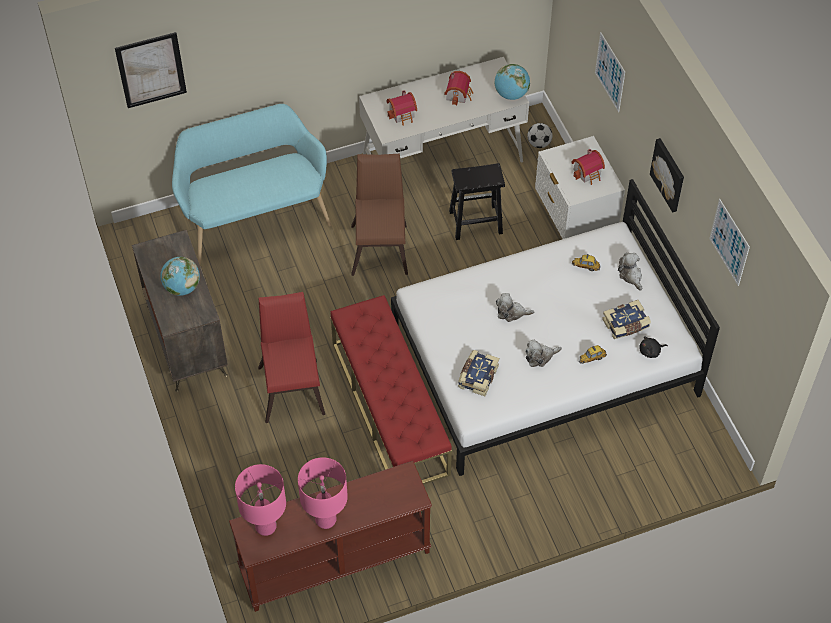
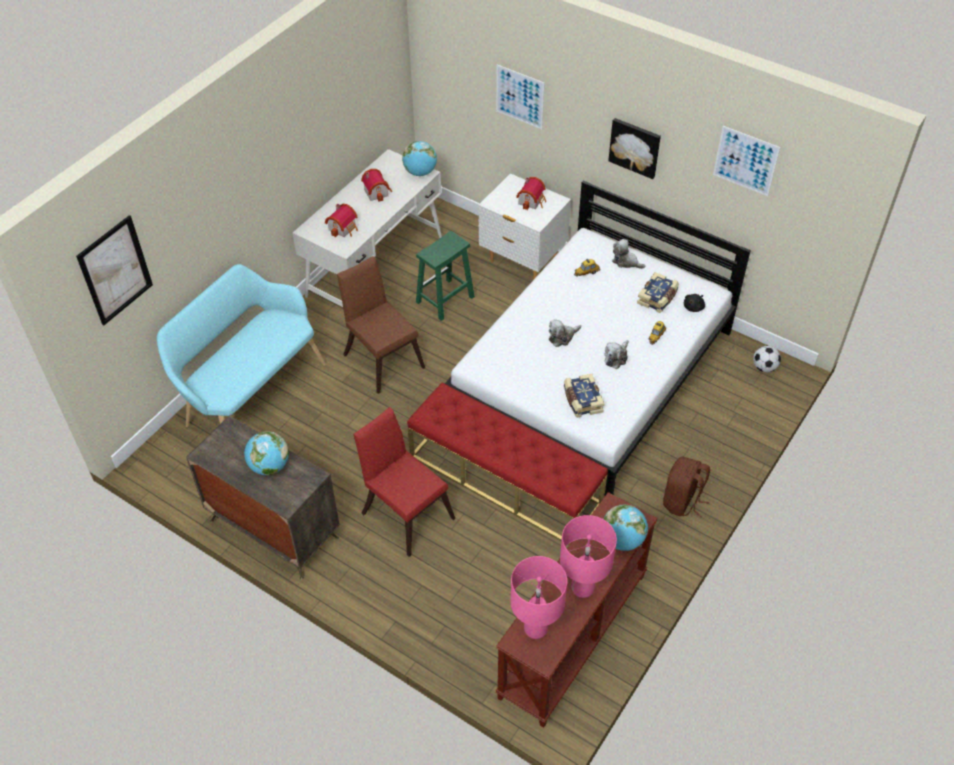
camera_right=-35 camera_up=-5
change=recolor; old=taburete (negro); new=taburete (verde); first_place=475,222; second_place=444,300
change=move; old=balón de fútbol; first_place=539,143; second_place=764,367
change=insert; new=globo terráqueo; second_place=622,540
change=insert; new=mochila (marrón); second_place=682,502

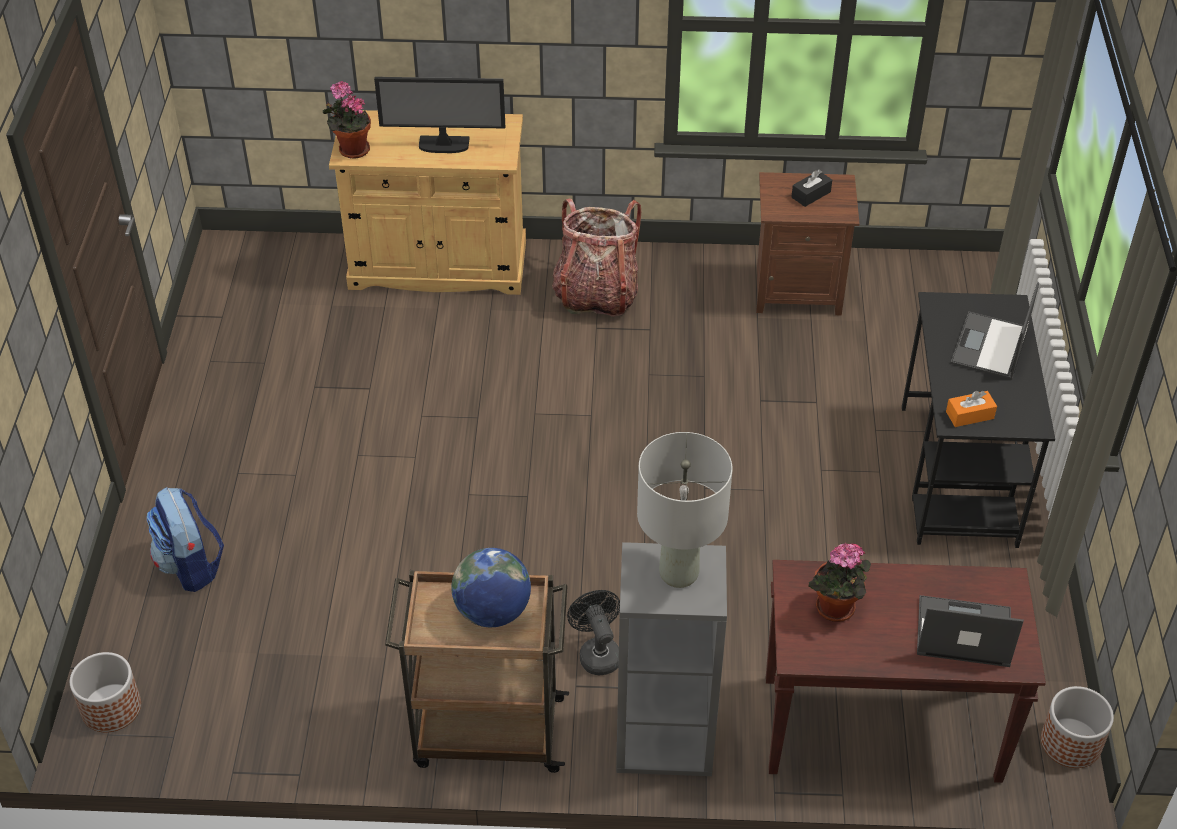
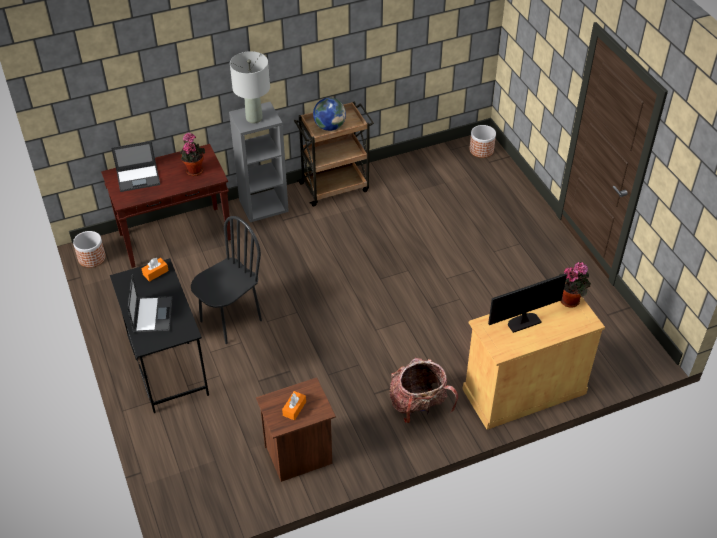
camera_right=155 camera_up=0
change=delete; old=mochila; first_place=191,566
change=delete; old=ventilador (negro); first_place=597,653
change=recolor; old=caja de pañuelos (negro); new=caja de pañuelos (naranja); first_place=811,194; second_place=294,408
change=insert; new=silla (negro); second_place=230,320

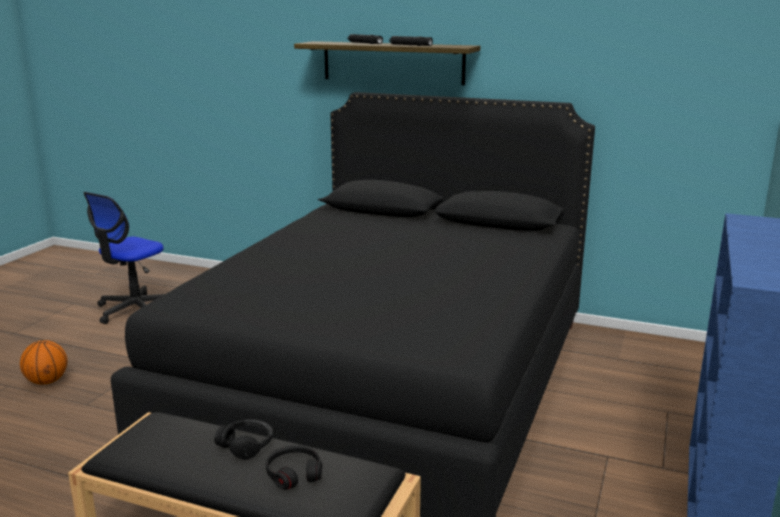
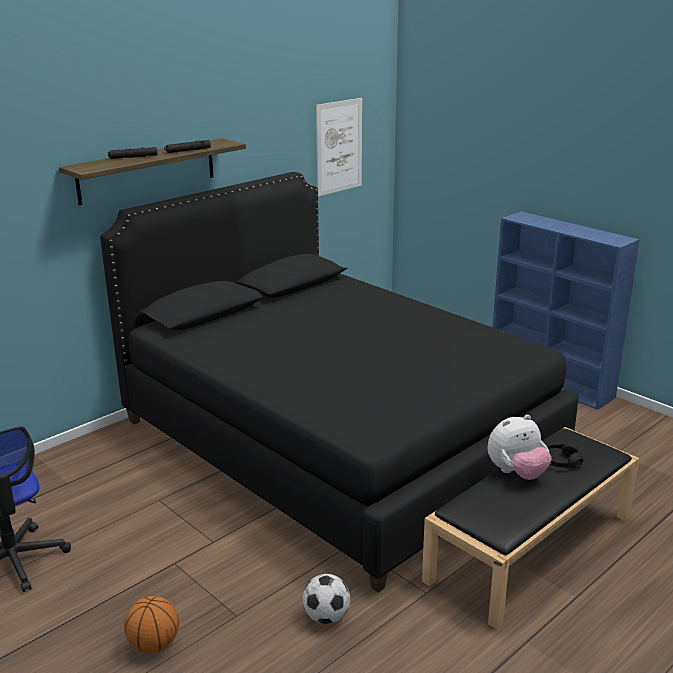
camera_right=-65 camera_up=5
change=replace; old=auriculares (negro); new=peluche; first_place=246,445; second_place=516,473
change=insert; new=balón de fútbol; second_place=326,617
change=insert; new=cuadro; second_place=339,146

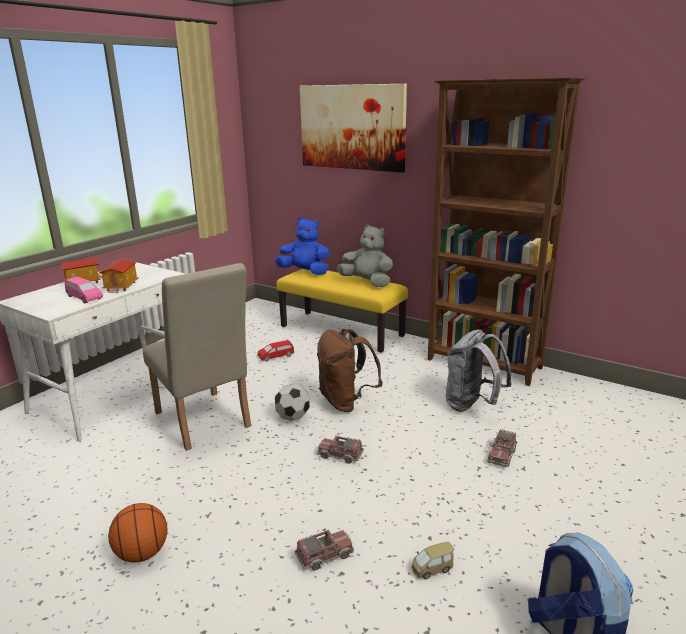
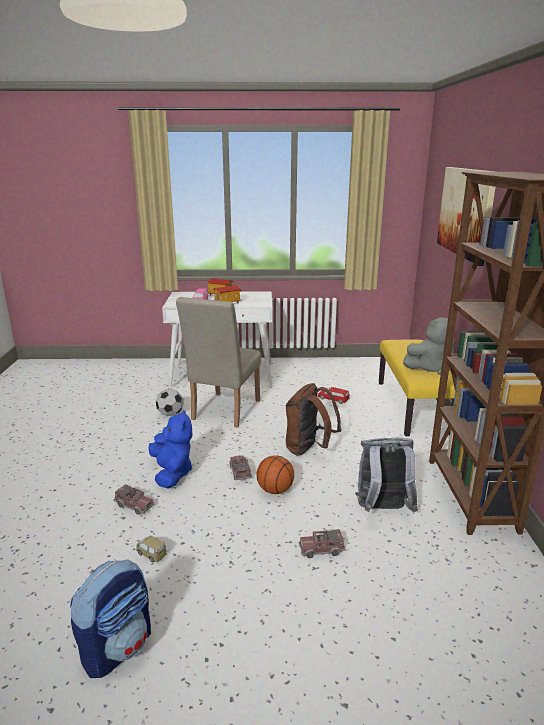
camera_right=55 camera_up=0
change=move; old=balón de baloncesto; first_place=142,553; second_place=275,490
change=move; old=peluche (azul); first_place=305,272; second_place=172,473
change=move; old=balón de fútbol; first_place=292,417; second_place=170,414
change=rotate; old=peluche (gris); first_place=367,282; second_place=429,368; degrees=75

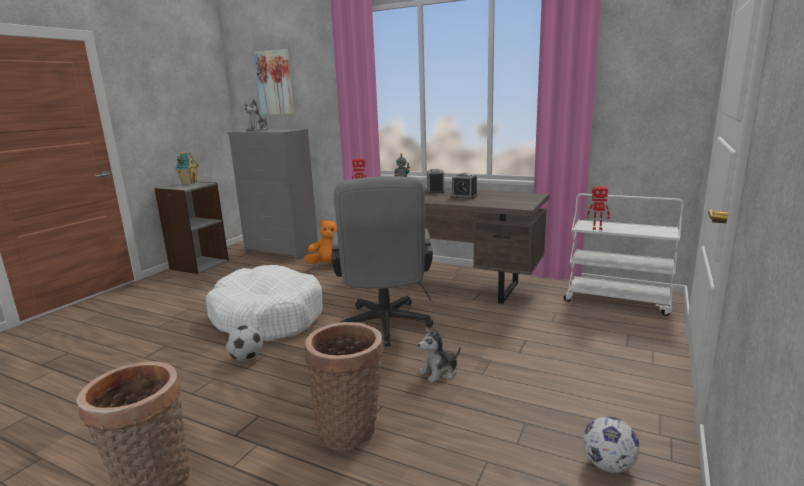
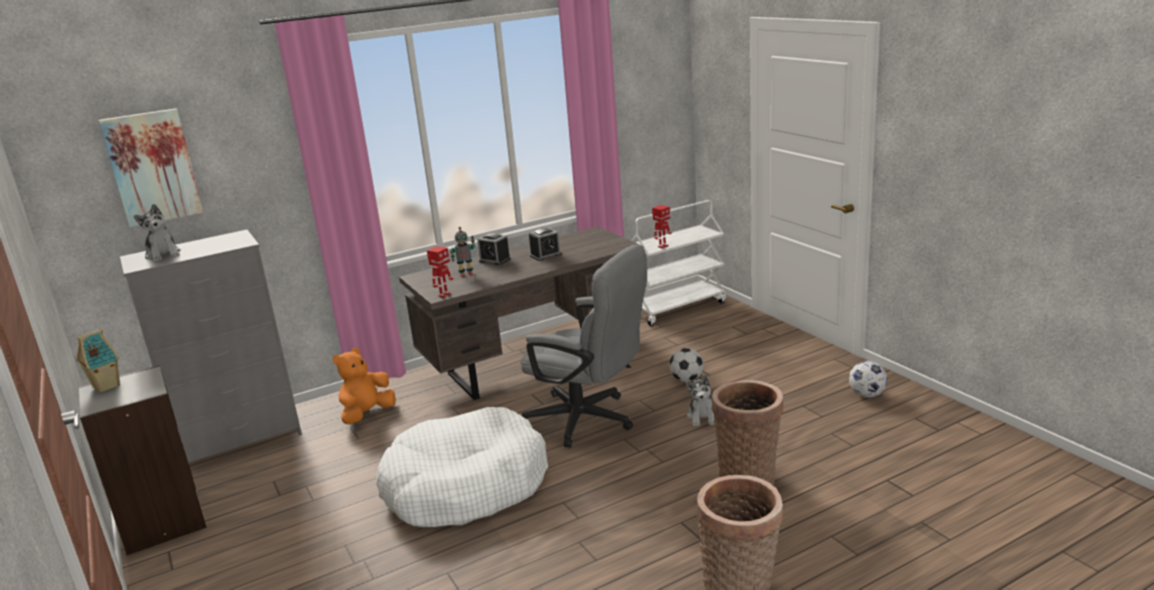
camera_right=-55 camera_up=5
change=move; old=balón de fútbol; first_place=246,358; second_place=686,379

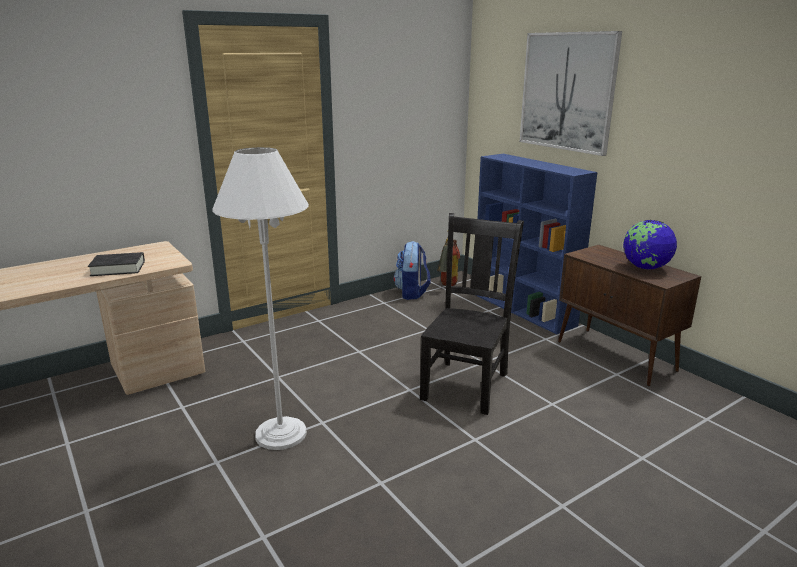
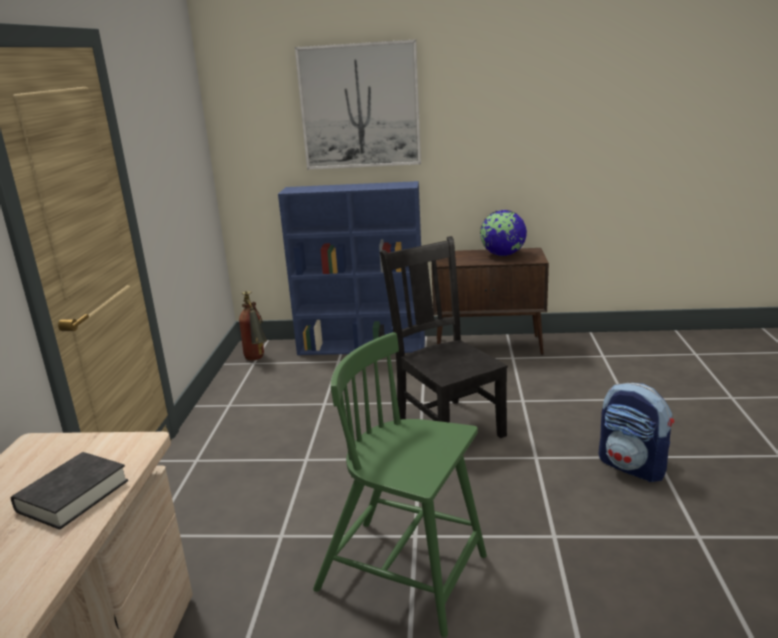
camera_right=-50 camera_up=0
change=replace; old=lámpara de pie (blanco); new=silla (verde); first_place=281,434; second_place=405,574
change=move; old=mochila; first_place=412,293; second_place=633,466

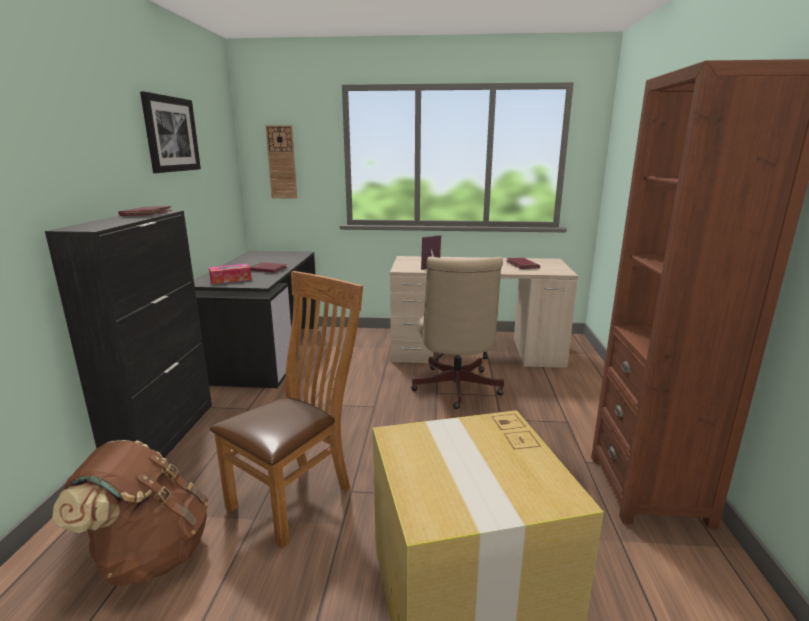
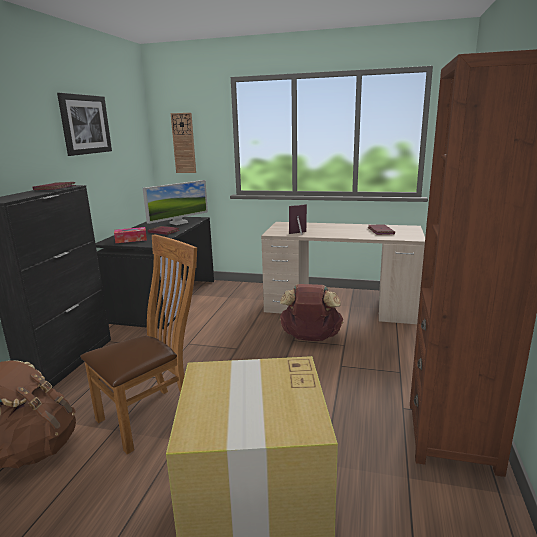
camera_right=10 camera_up=0
change=replace; old=silla de oficina (beis); new=mochila (marrón); first_place=455,389; second_place=310,338
change=insert; new=monitor; second_place=178,223

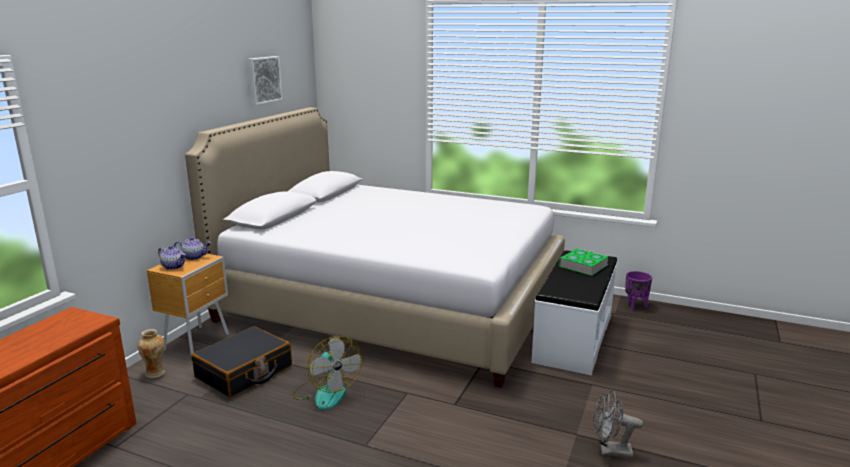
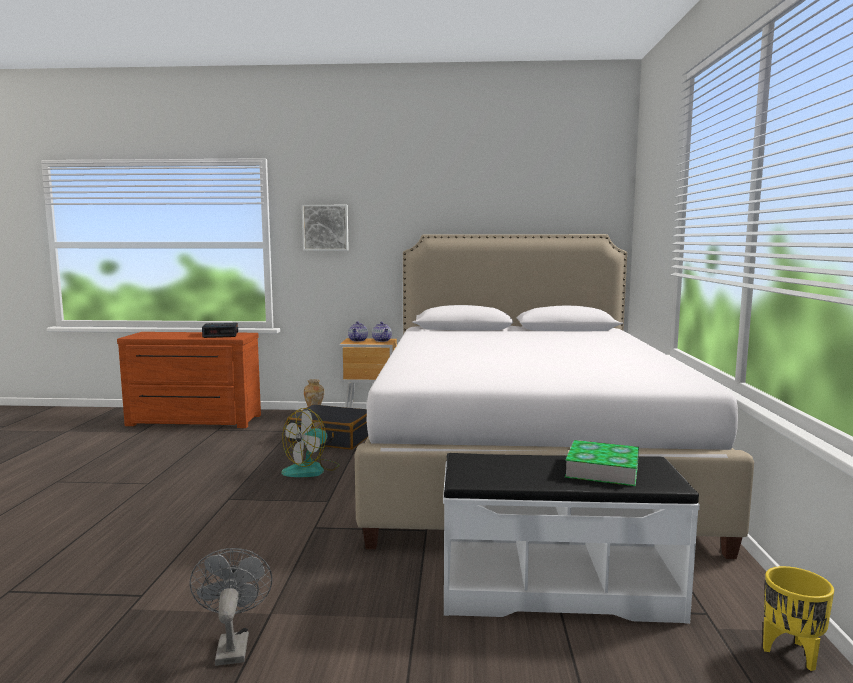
camera_right=70 camera_up=-10
change=move; old=cuadro; first_place=263,80; second_place=325,227
change=recolor; old=maceta (morado); new=maceta (amarillo); first_place=635,306; second_place=790,653
change=insert; new=despertador; second_place=221,335

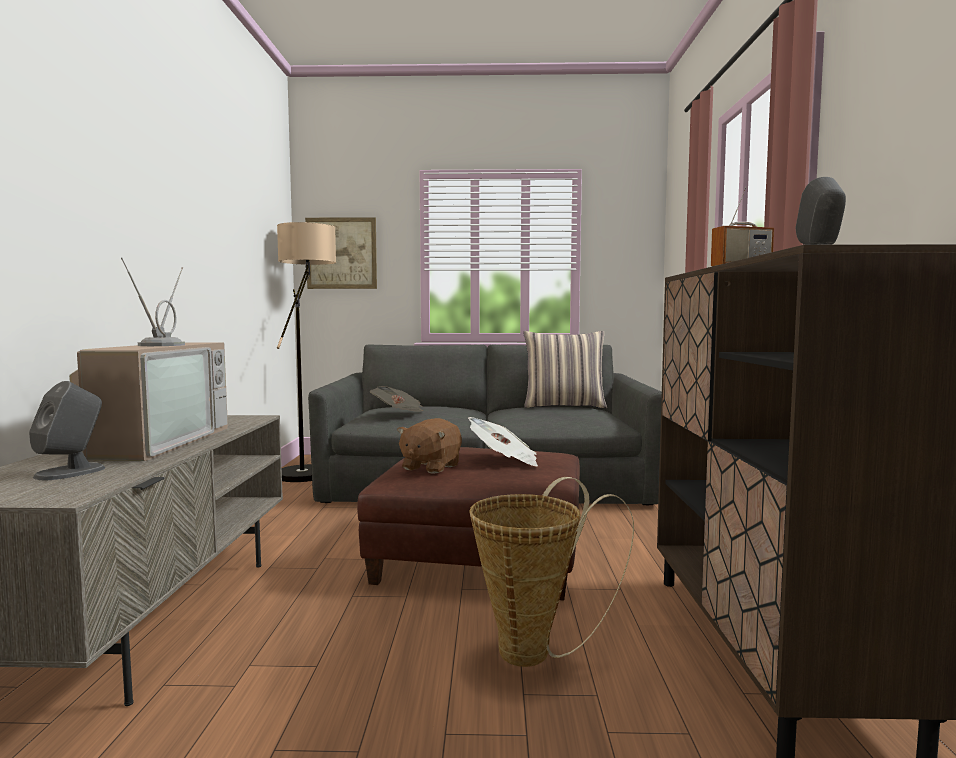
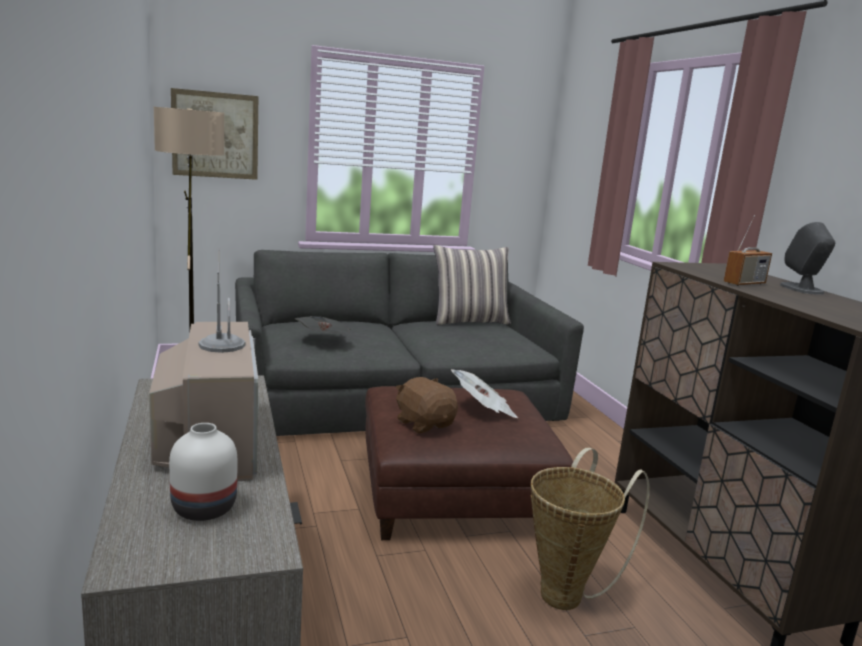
camera_right=-20 camera_up=10
change=replace; old=altavoz (gris); new=florero (blanco); first_place=71,472; second_place=206,508
change=rotate; old=peluche (marrón); first_place=430,467; second_place=424,424; degrees=135

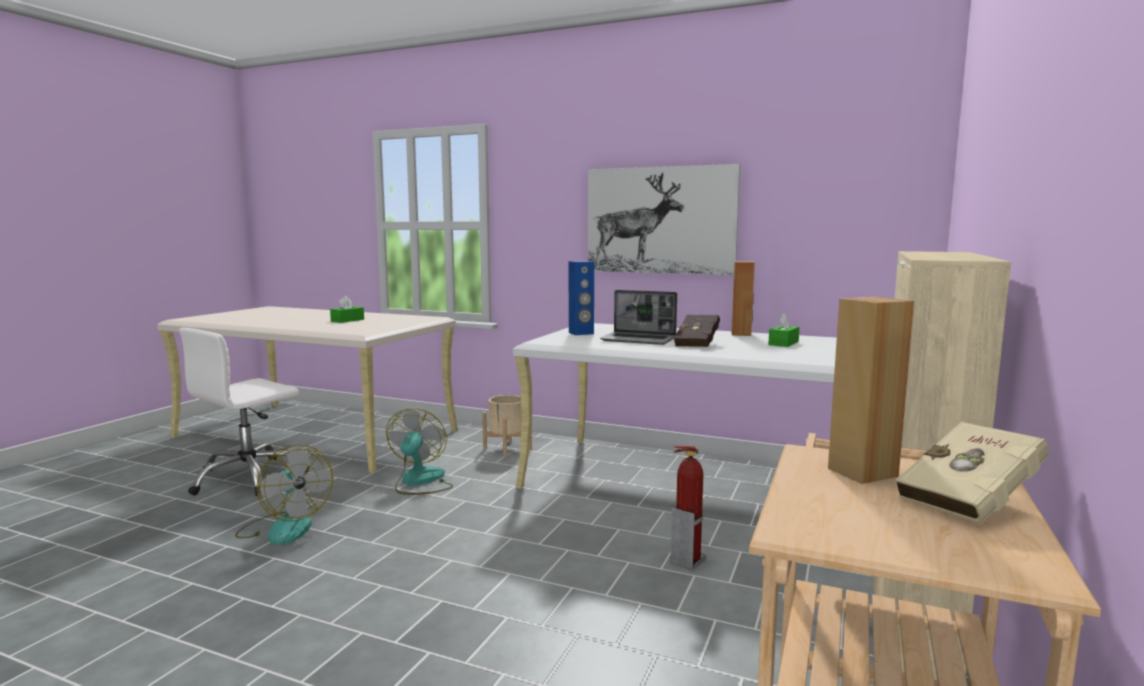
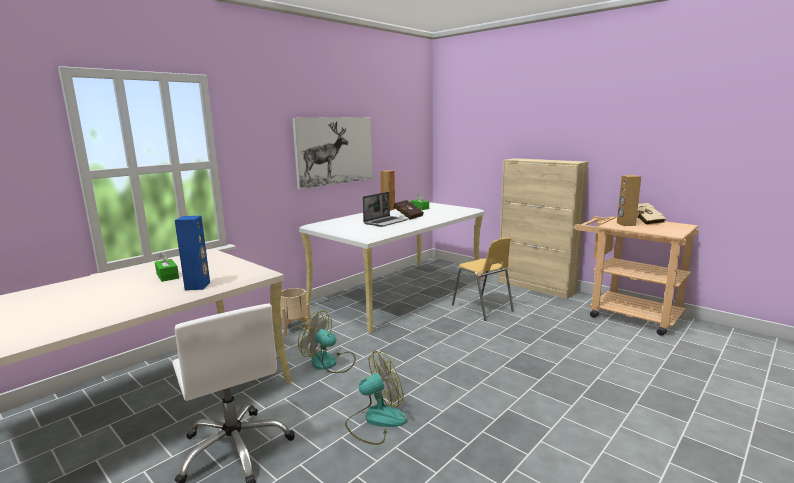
camera_right=-70 camera_up=5
change=move; old=altavoz (azul); first_place=581,333; second_place=198,286
change=replace; old=extintor; new=silla (amarillo); first_place=686,561; second_place=482,308

